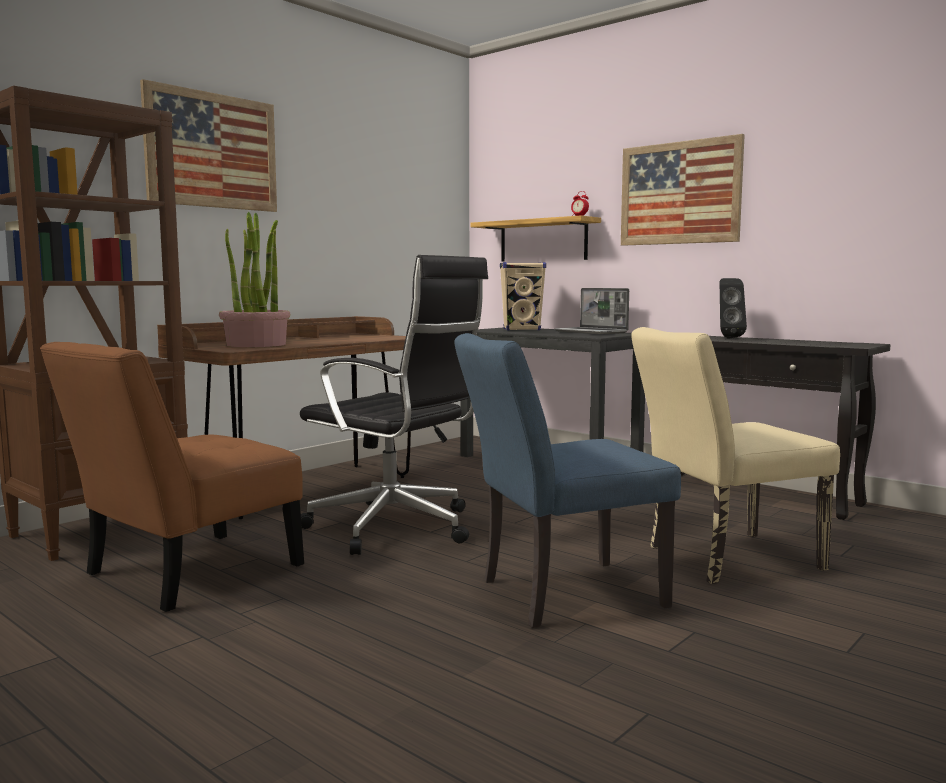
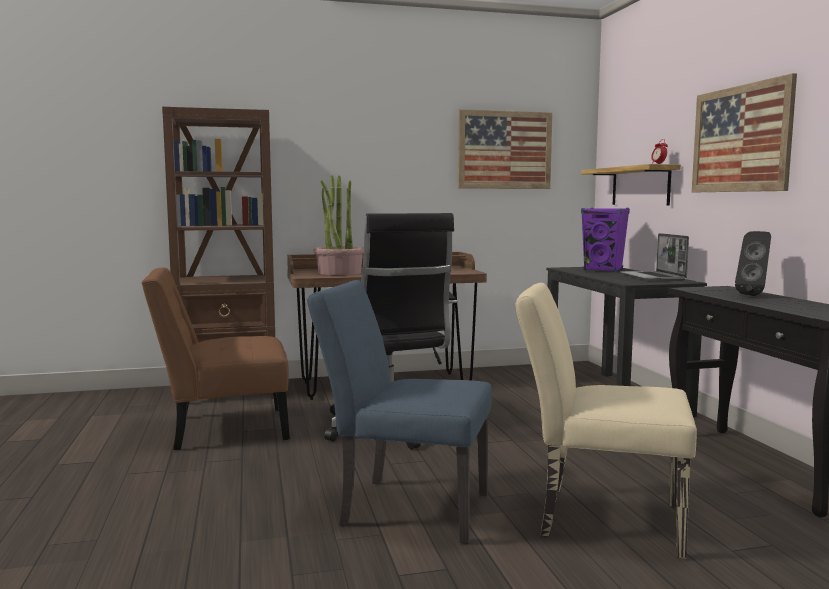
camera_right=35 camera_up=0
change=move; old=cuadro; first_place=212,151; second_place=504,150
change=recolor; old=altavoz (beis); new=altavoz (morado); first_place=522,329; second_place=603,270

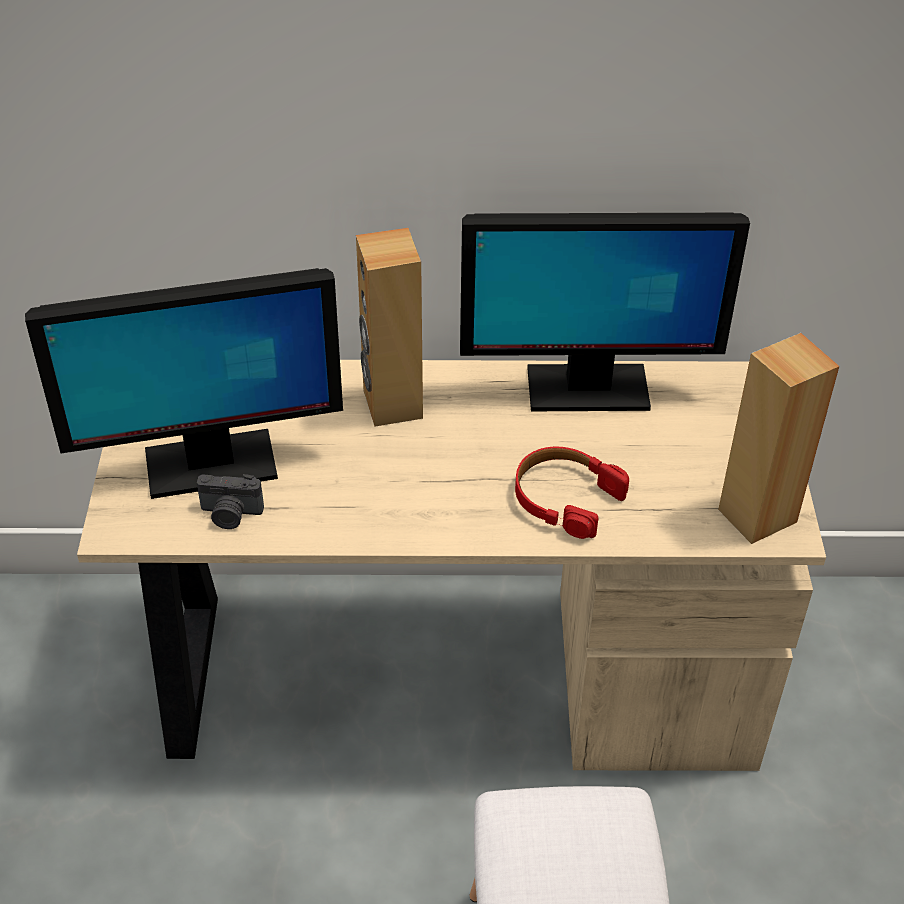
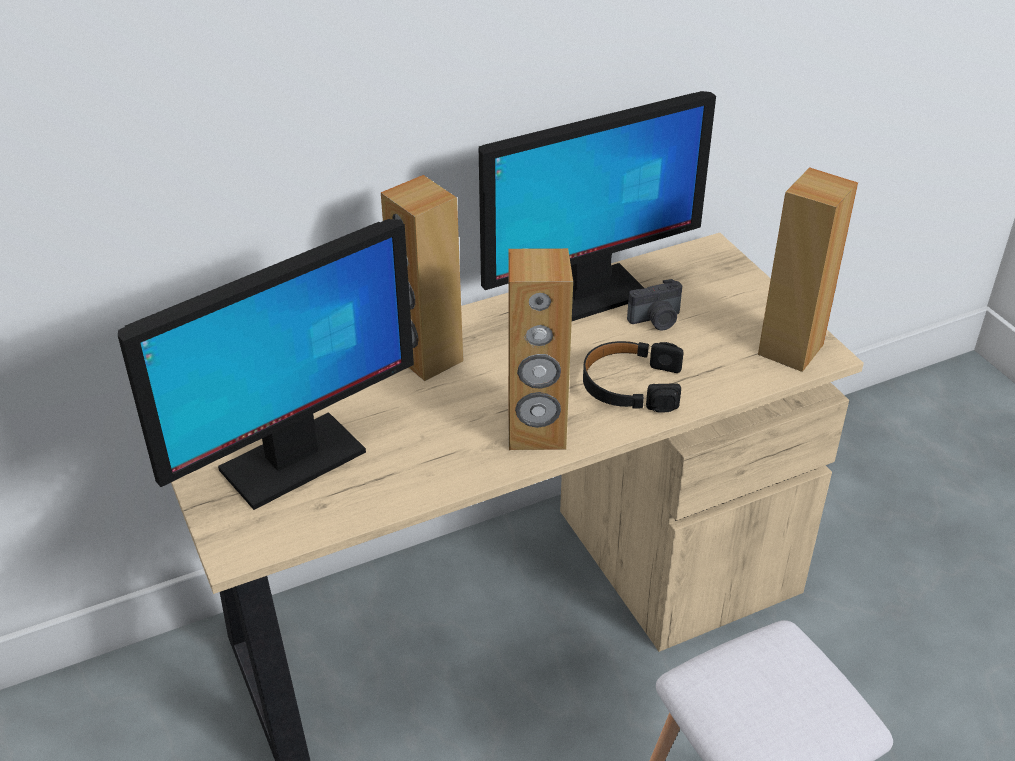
camera_right=-25 camera_up=-5
change=move; old=cámara; first_place=230,514; second_place=656,320
change=recolor; old=auriculares (rojo); new=auriculares (negro); first_place=565,498; second_place=631,385
change=insert; new=altavoz (marrón); second_place=536,432

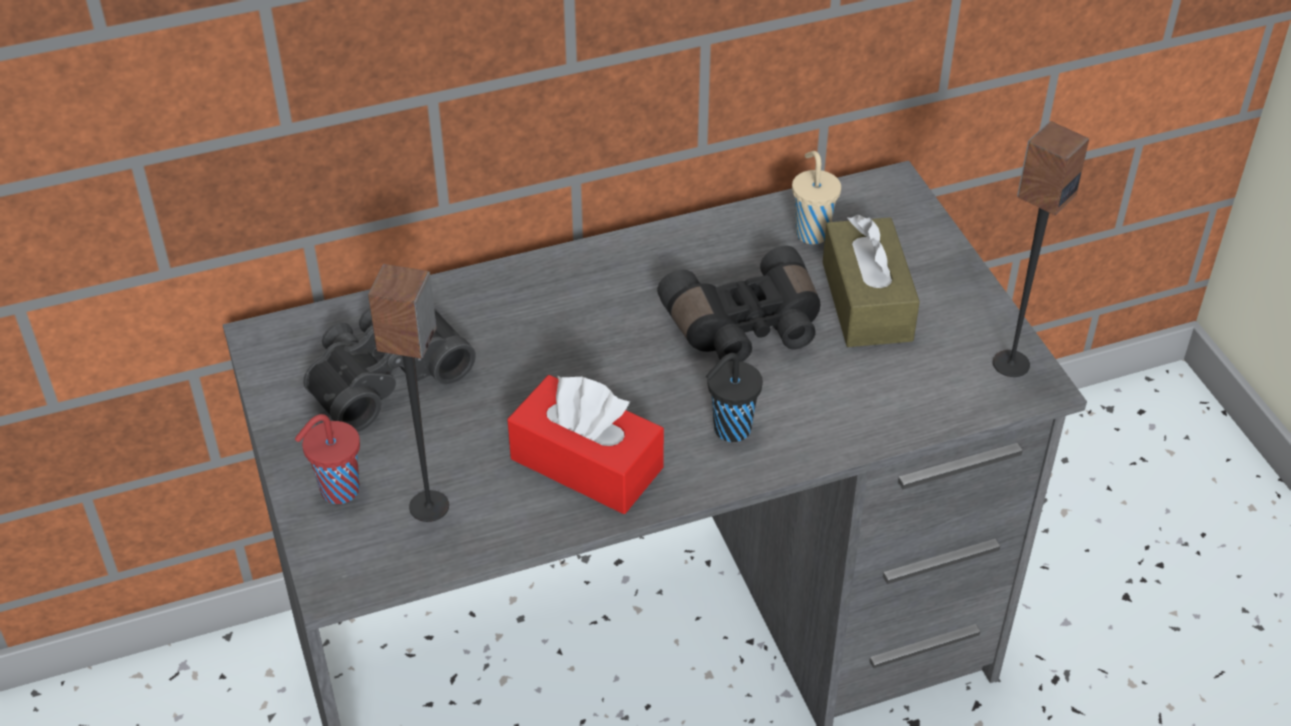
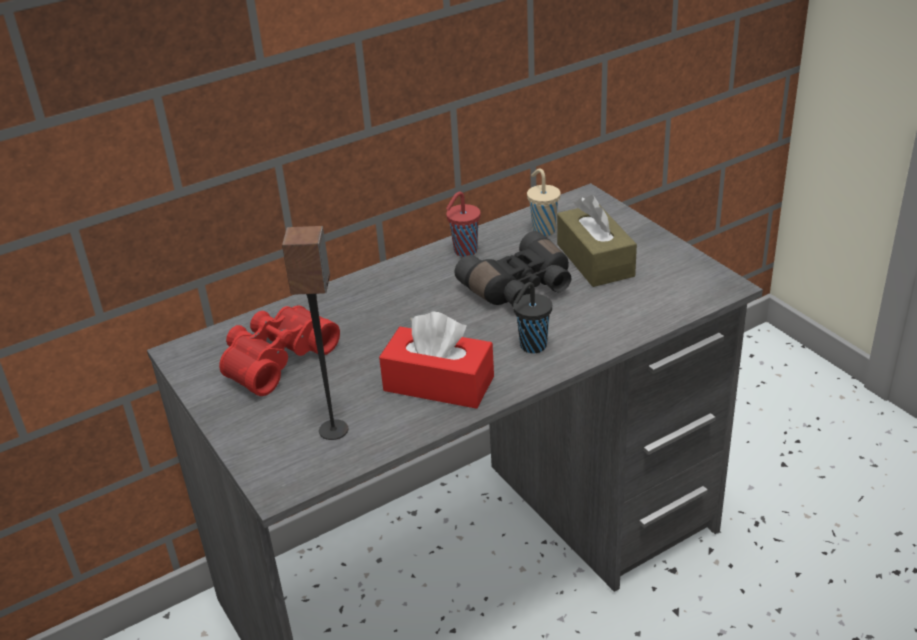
camera_right=-10 camera_up=-10
change=move; old=taza (rojo); first_place=337,491; second_place=464,251
change=recolor; old=prismáticos (negro); new=prismáticos (rojo); first_place=384,376; second_place=275,359
change=delete; old=altavoz; first_place=1010,363

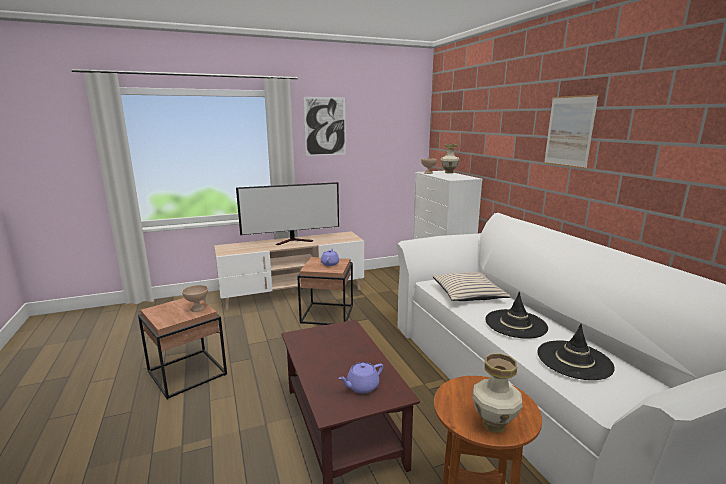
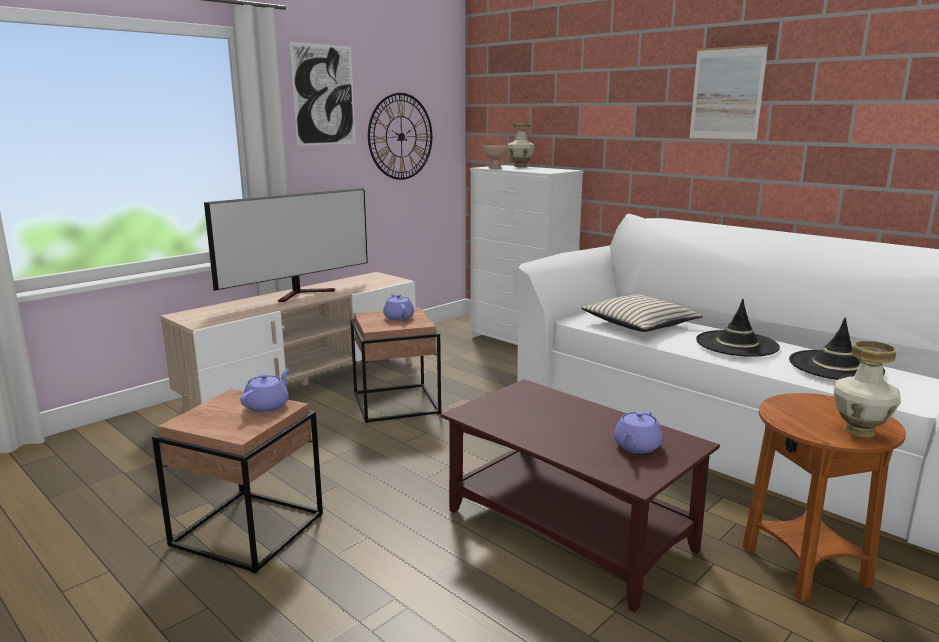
camera_right=-25 camera_up=0
change=replace; old=cuenco (beis); new=tetera (morado); first_place=197,308; second_place=267,406
change=insert; new=reloj de pared; second_place=401,136

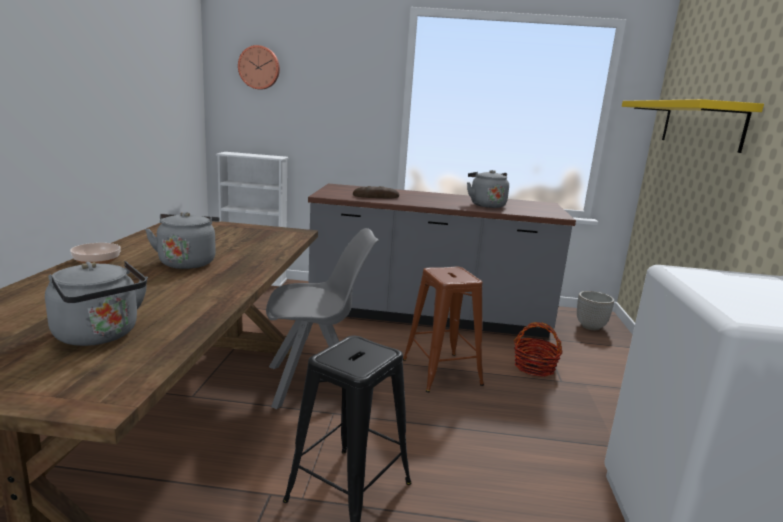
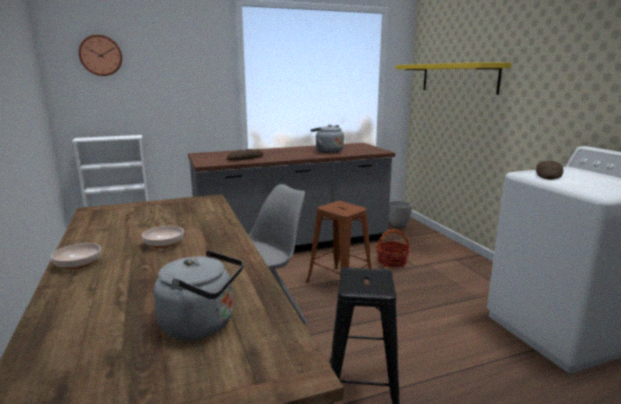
camera_right=-25 camera_up=0
change=replace; old=hervidor (gris); new=cuenco; first_place=188,262; second_place=164,243
change=insert; new=pan; second_place=548,174

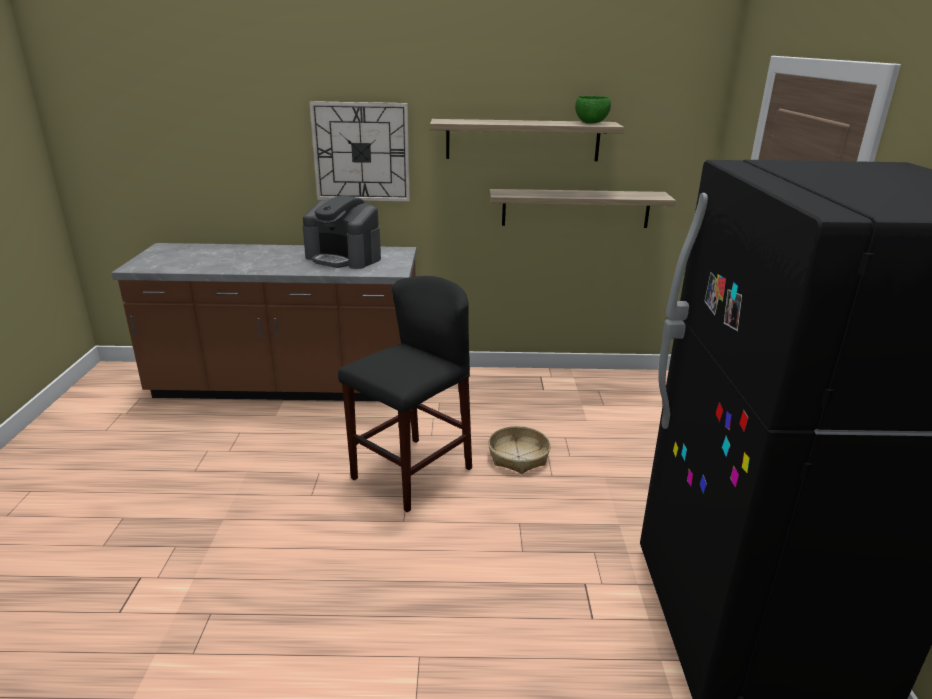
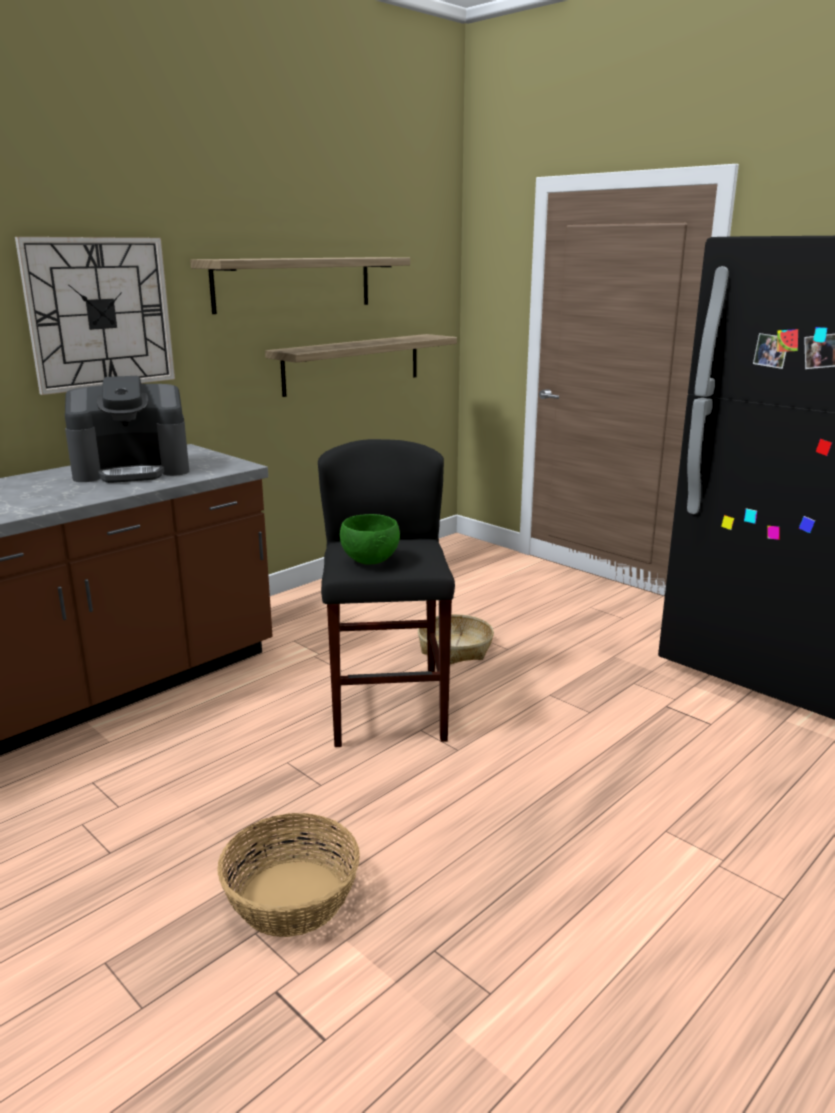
camera_right=-45 camera_up=-5
change=move; old=cuenco (verde); first_place=591,123; second_place=370,560
change=insert; new=cesta; second_place=292,898

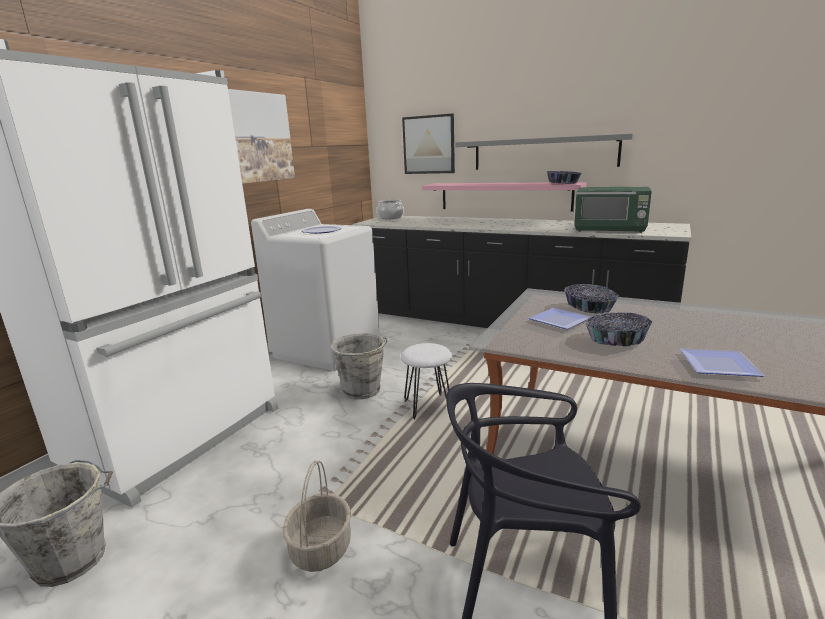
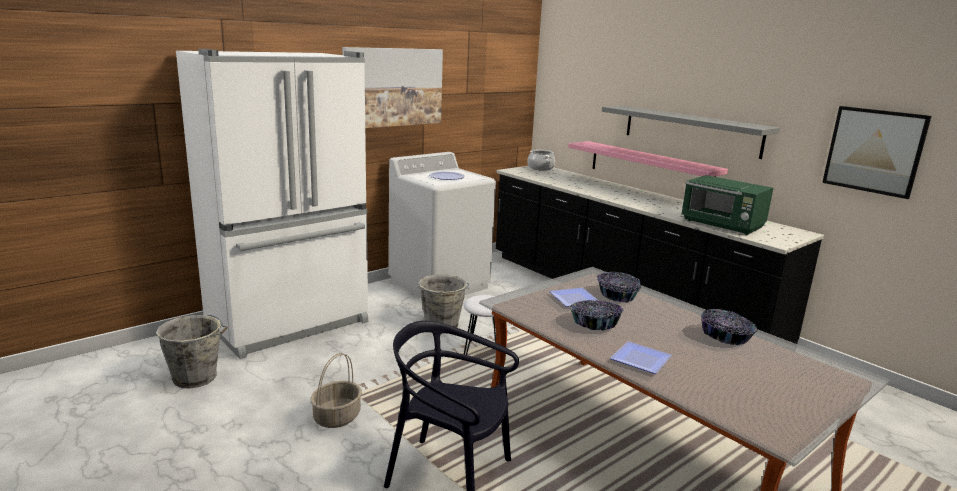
camera_right=20 camera_up=0
change=move; old=cuadro; first_place=428,145; second_place=874,151
change=move; old=cuenco; first_place=563,183; second_place=725,336

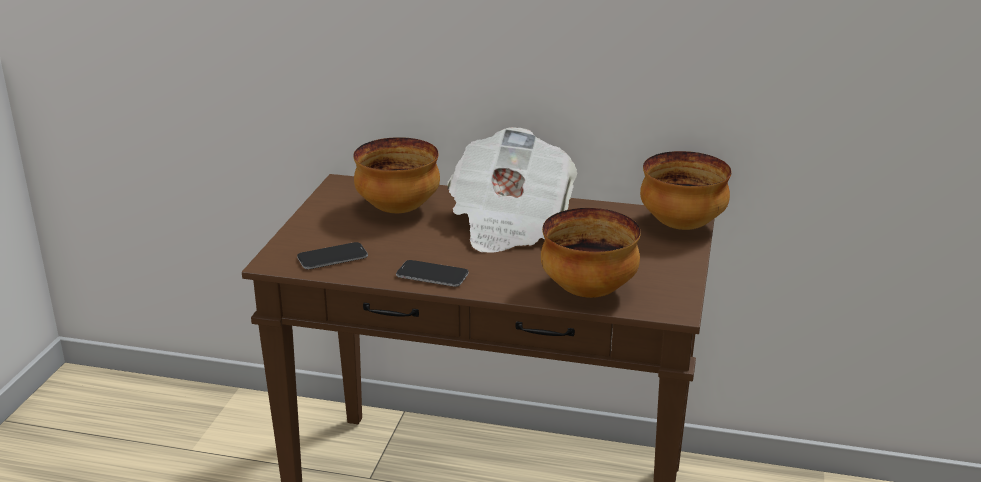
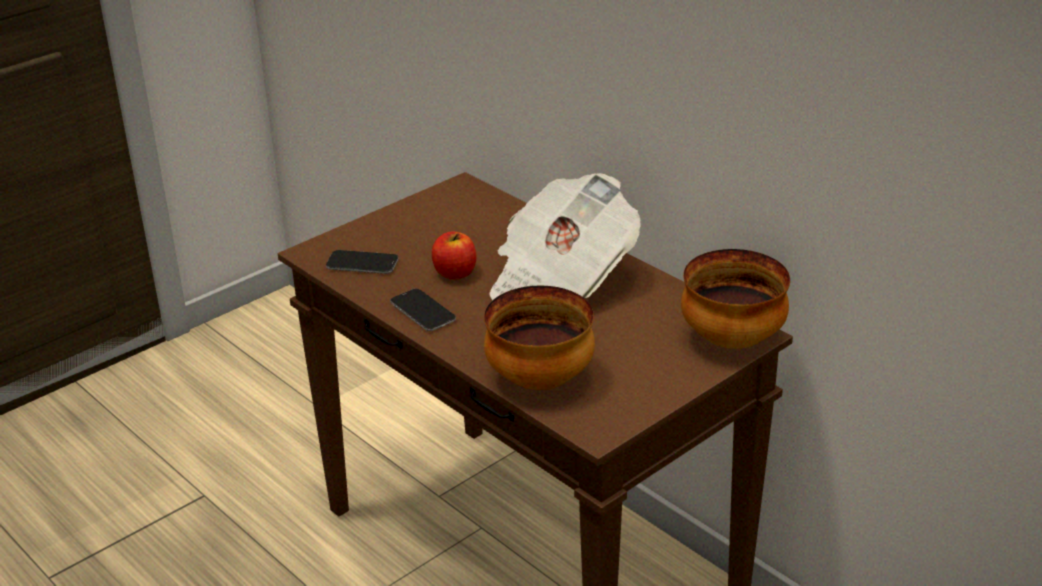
camera_right=35 camera_up=5
change=delete; old=cuenco; first_place=397,209
change=insert; new=manzana; second_place=455,273

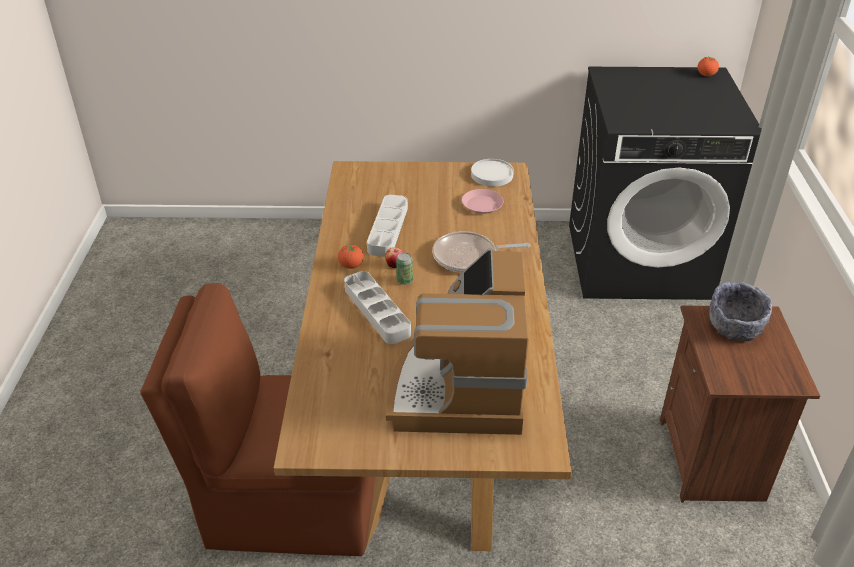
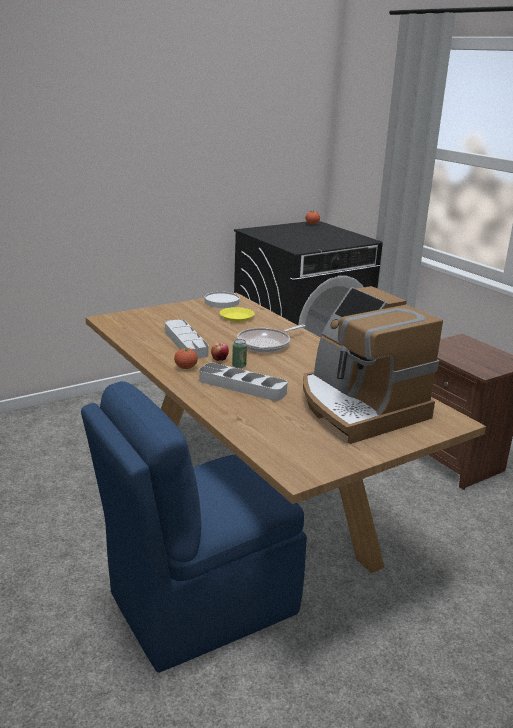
camera_right=-35 camera_up=-15
change=recolor; old=silla (marrón); new=silla (azul); first_place=289,501; second_place=198,604
change=recolor; old=plato (rosa); new=plato (amarillo); first_place=482,205; second_place=237,317
change=delete; old=cuenco (gris); first_place=735,327

